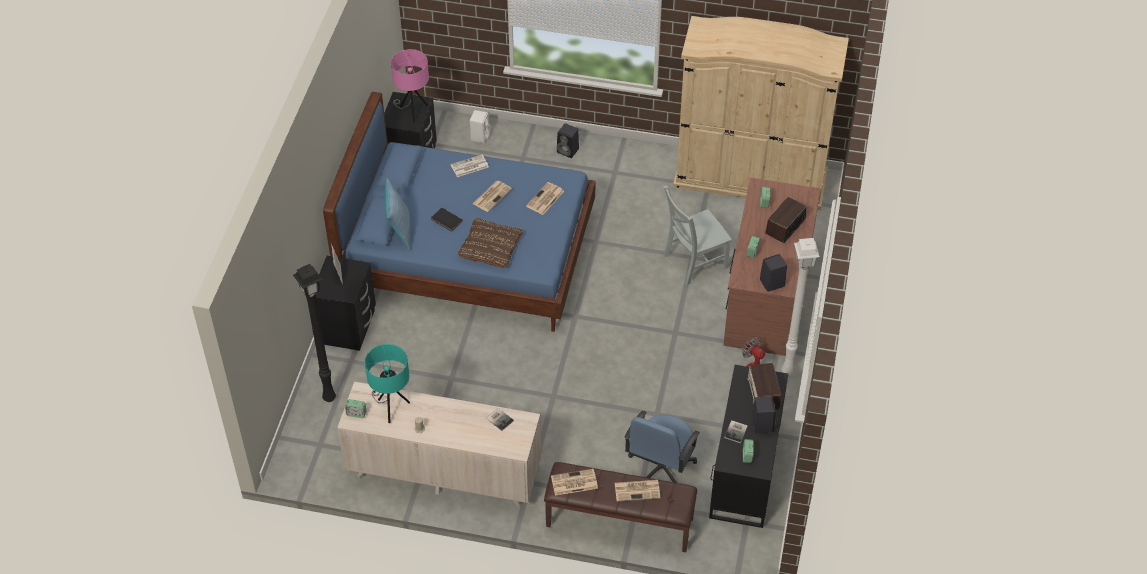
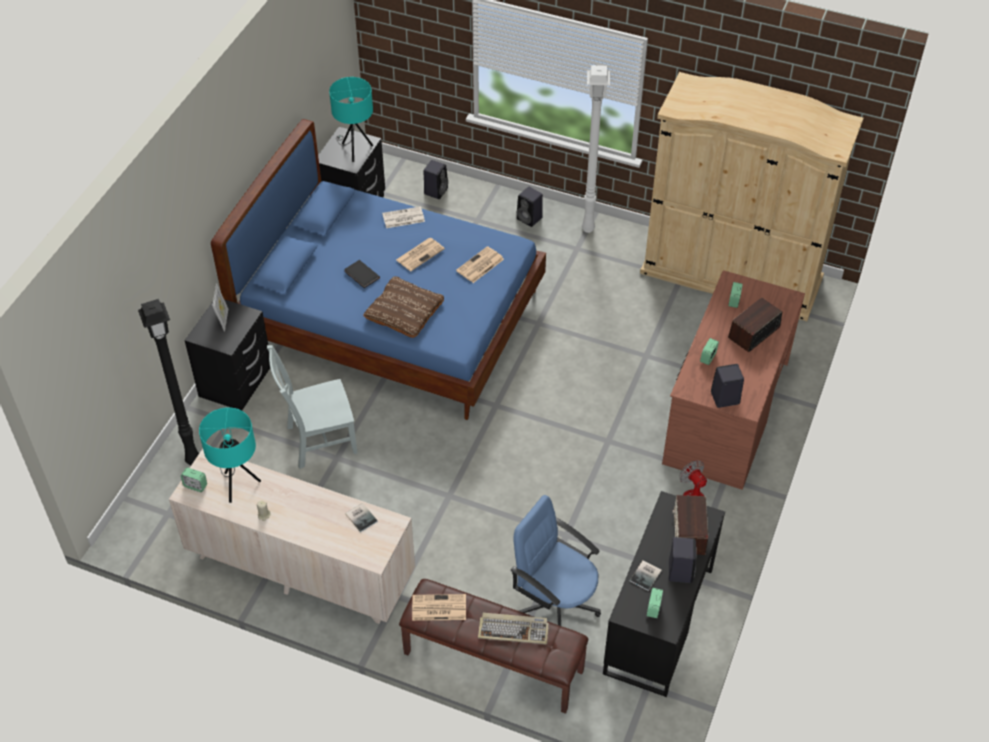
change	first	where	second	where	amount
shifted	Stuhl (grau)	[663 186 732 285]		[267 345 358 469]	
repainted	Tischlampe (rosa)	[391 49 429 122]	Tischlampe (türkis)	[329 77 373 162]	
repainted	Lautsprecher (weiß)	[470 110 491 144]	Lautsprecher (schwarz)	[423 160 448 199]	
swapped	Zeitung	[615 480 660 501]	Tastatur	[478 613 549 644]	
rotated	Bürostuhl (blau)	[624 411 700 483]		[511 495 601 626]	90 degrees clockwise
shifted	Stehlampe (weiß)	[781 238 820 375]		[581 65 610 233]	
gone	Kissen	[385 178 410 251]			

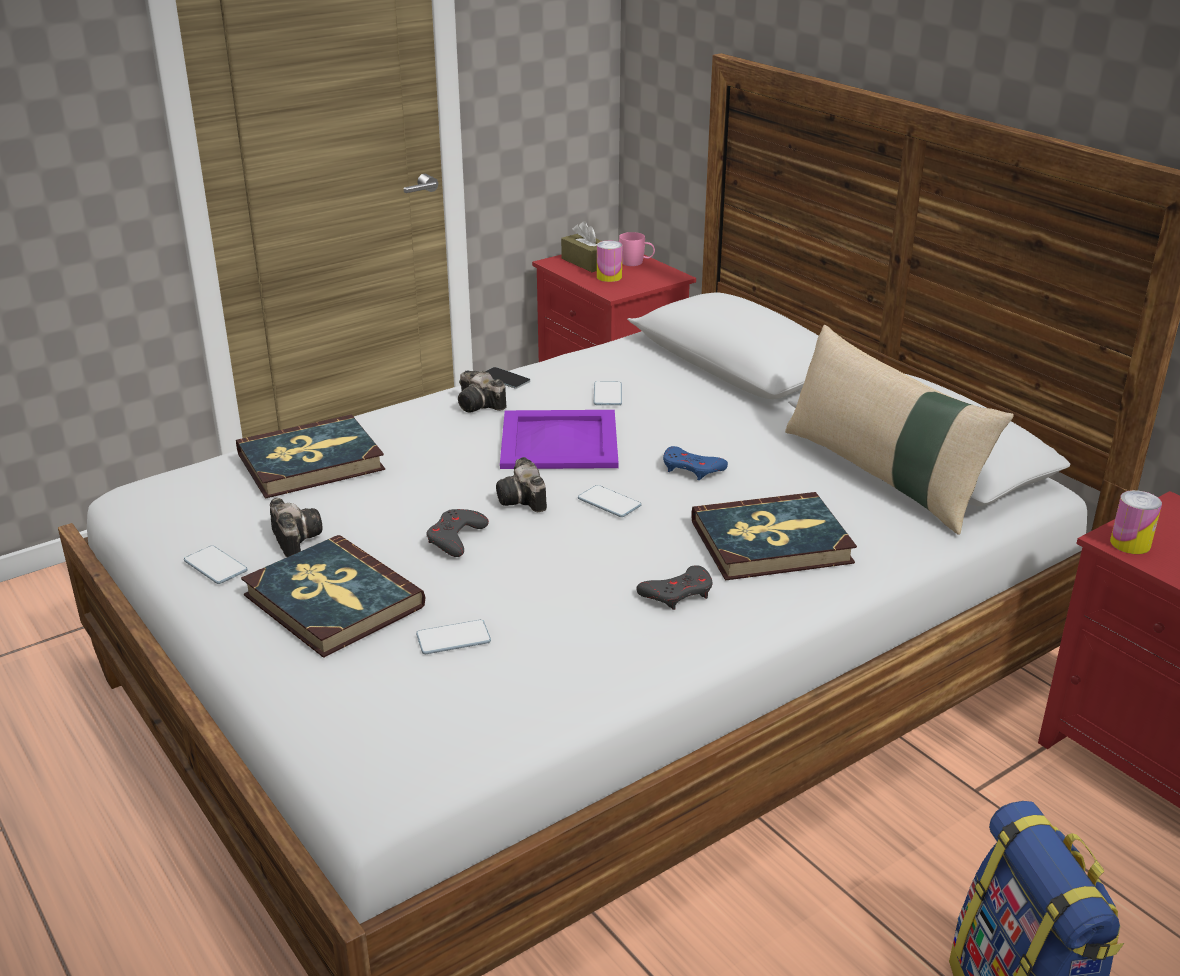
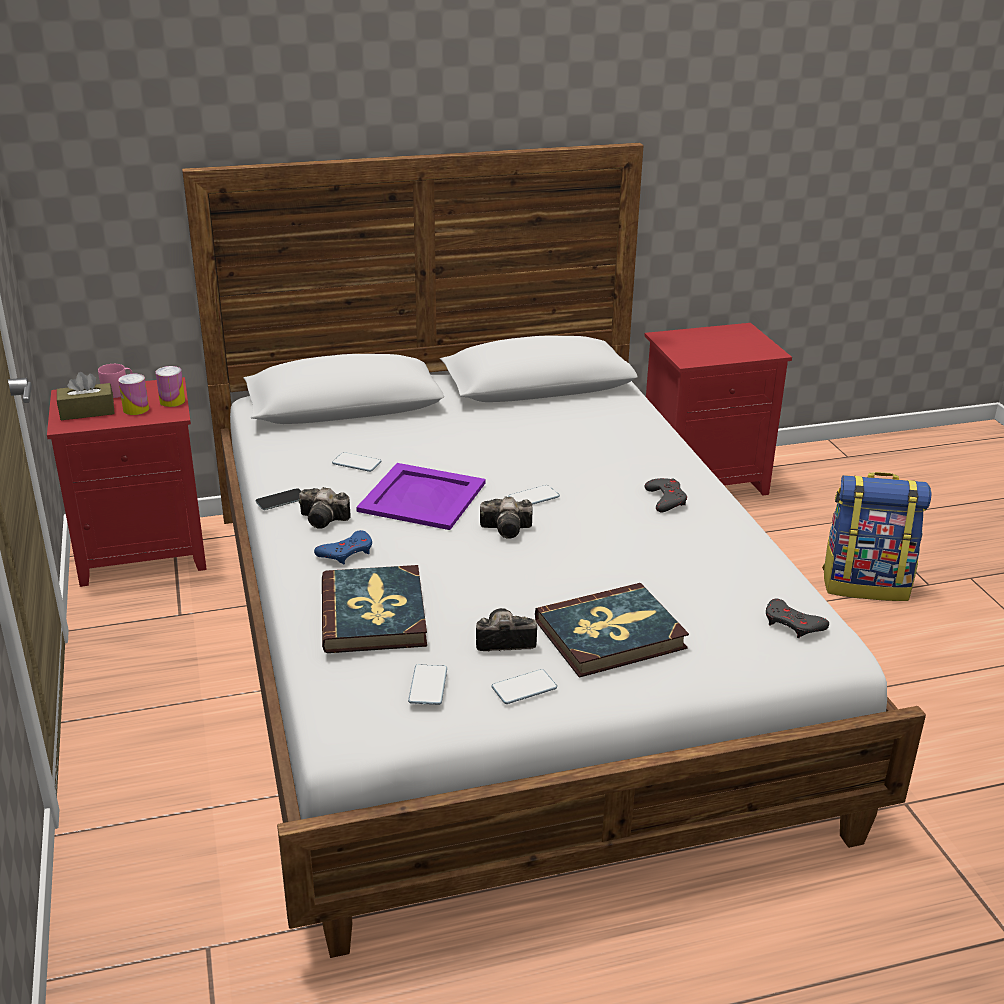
change	first	where	second	where	amount
shifted	Dose	[1110 490 1162 554]		[156 366 185 407]	
rotated	Kamera	[458 370 506 413]		[299 487 351 529]	45 degrees clockwise
shifted	Gamepad (blau)	[663 446 728 480]		[314 530 372 564]	
shifted	Handy	[416 620 491 654]		[408 664 447 705]	
shifted	Gamepad (grau)	[427 509 489 557]		[766 598 829 638]	
gone	Buch	[691 492 857 581]			
gone	Kissen (beige)	[785 325 1014 535]			

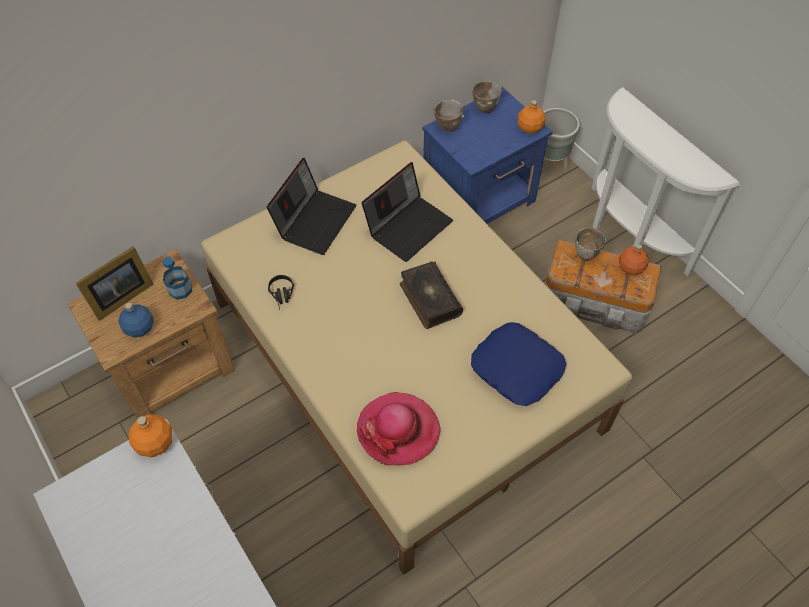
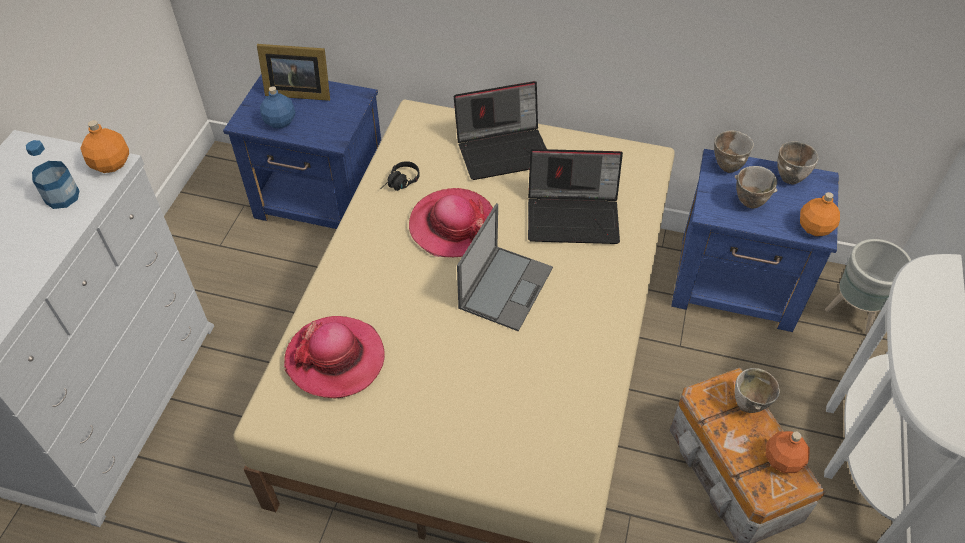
change	first	where	second	where	amount
shifted	Flasche	[163 257 192 300]		[26 140 80 209]	
repainted	Nachttisch (braun)	[67 249 235 419]	Nachttisch (blau)	[223 75 381 229]	
new			Hut	[409 188 493 257]	
swapped	Buch	[400 261 463 329]	Laptop	[457 203 553 331]	
new			Schüssel	[735 166 778 209]	
gone	Kissen (blau)	[471 322 566 406]			

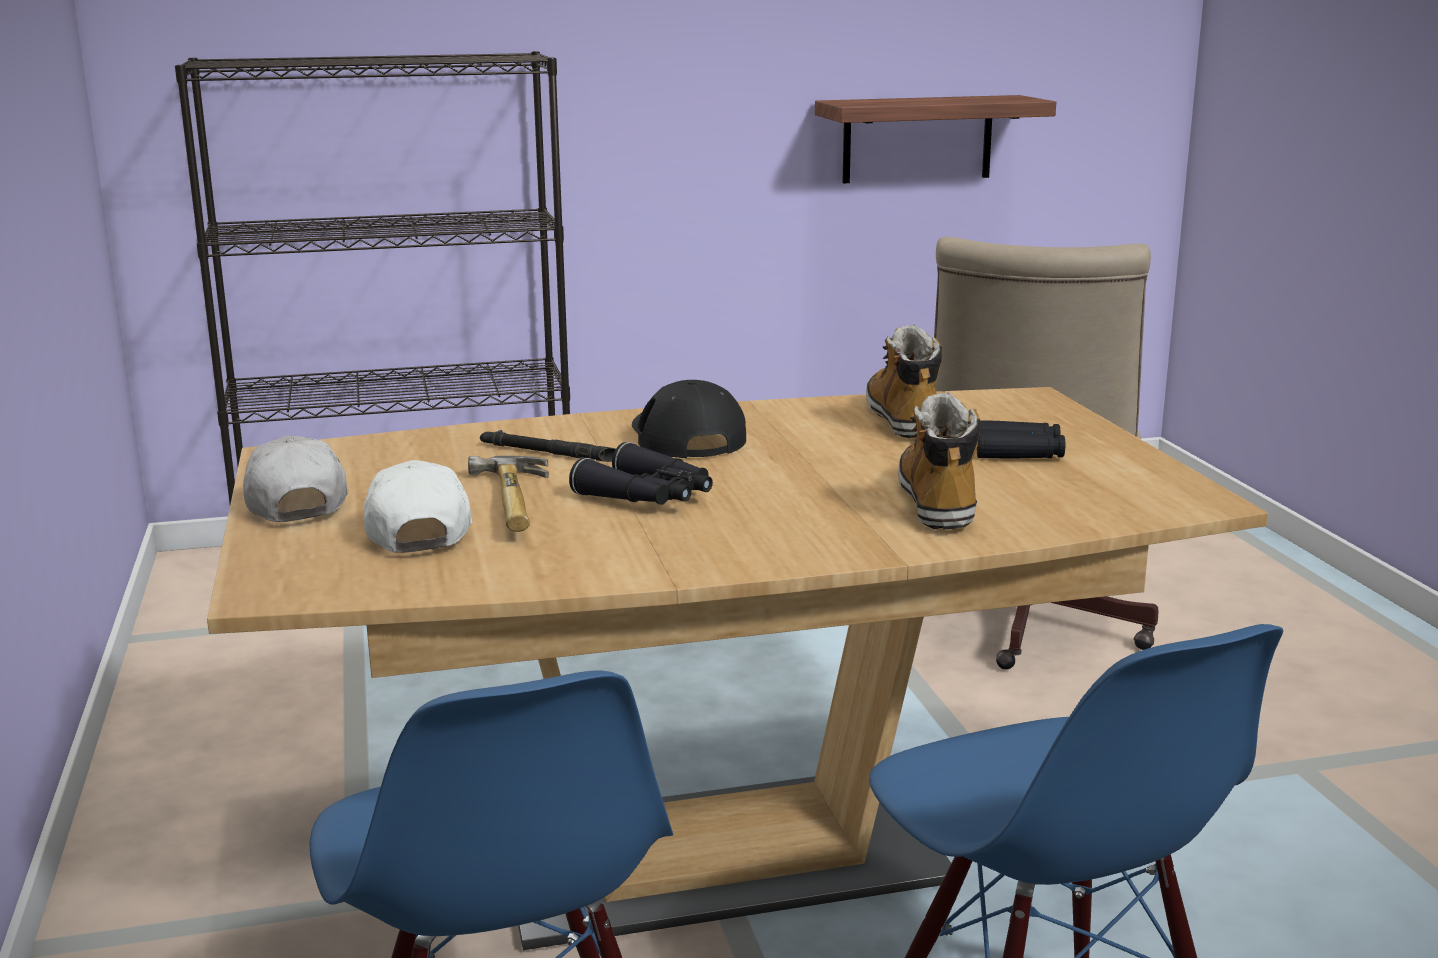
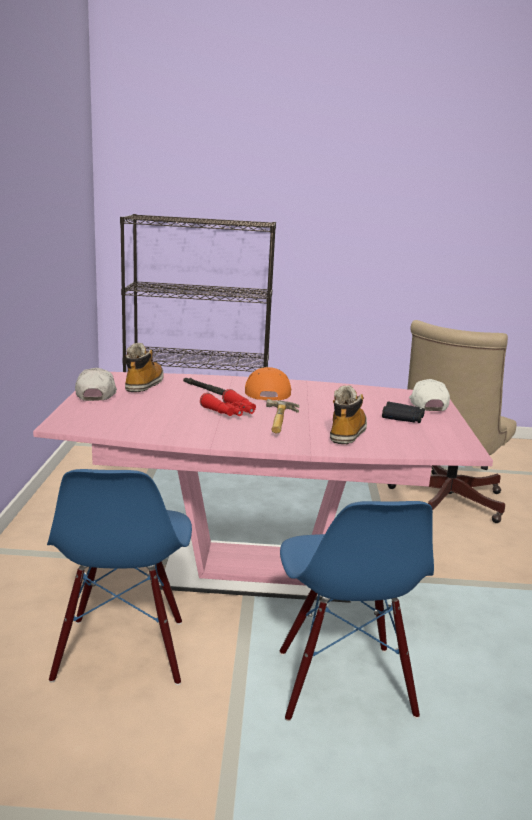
change	first	where	second	where	amount
repainted	Esstisch (braun)	[207 387 1268 950]	Esstisch (rosa)	[33 372 493 603]	
shifted	Stiefel	[866 324 942 438]		[125 343 164 392]	
repainted	Fernglas (schwarz)	[569 442 713 505]	Fernglas (rot)	[200 389 256 416]	
repainted	Kappe (schwarz)	[632 380 746 458]	Kappe (orange)	[245 367 291 400]	
shifted	Hammer	[468 455 549 532]		[266 399 299 433]	
shifted	Kappe (weiß)	[363 460 472 553]		[409 379 450 411]	
gone	Wandregal	[815 95 1056 183]			

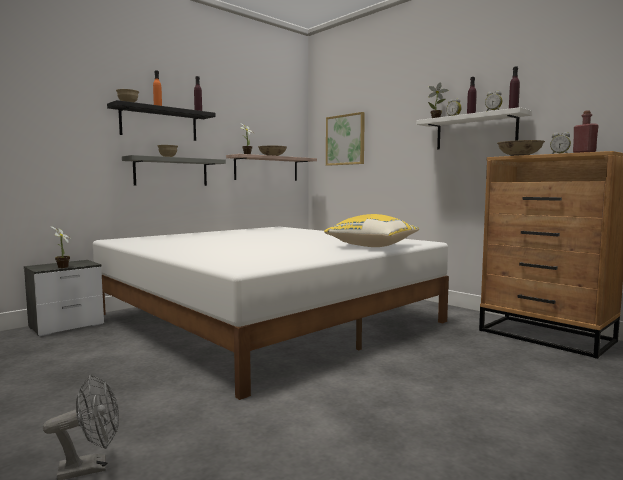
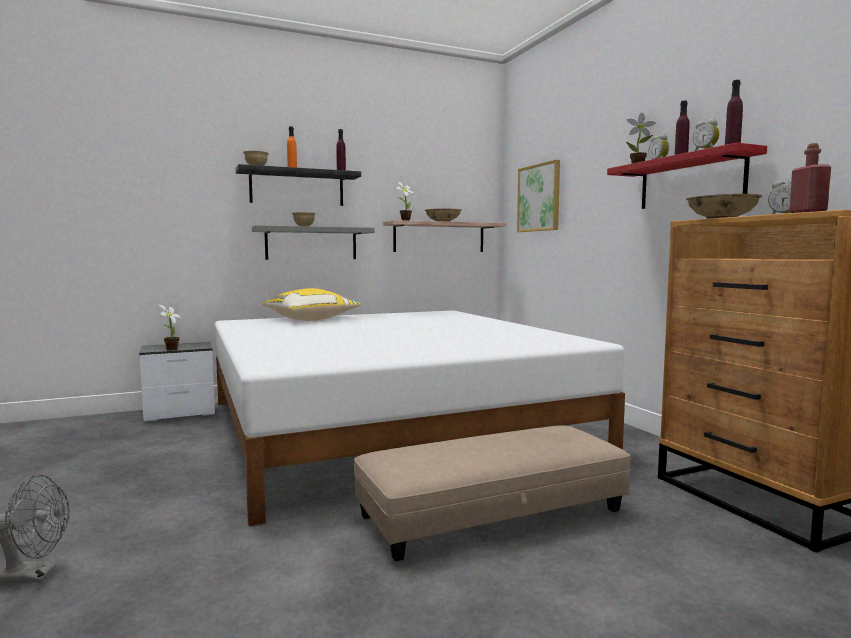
change	first	where	second	where	amount
shifted	Kissen (gelb)	[324 214 419 247]		[263 288 360 321]	
new			Polsterhocker (beige)	[354 425 631 562]	
repainted	Wandregal (weiß)	[416 107 532 149]	Wandregal (rot)	[607 143 767 209]	

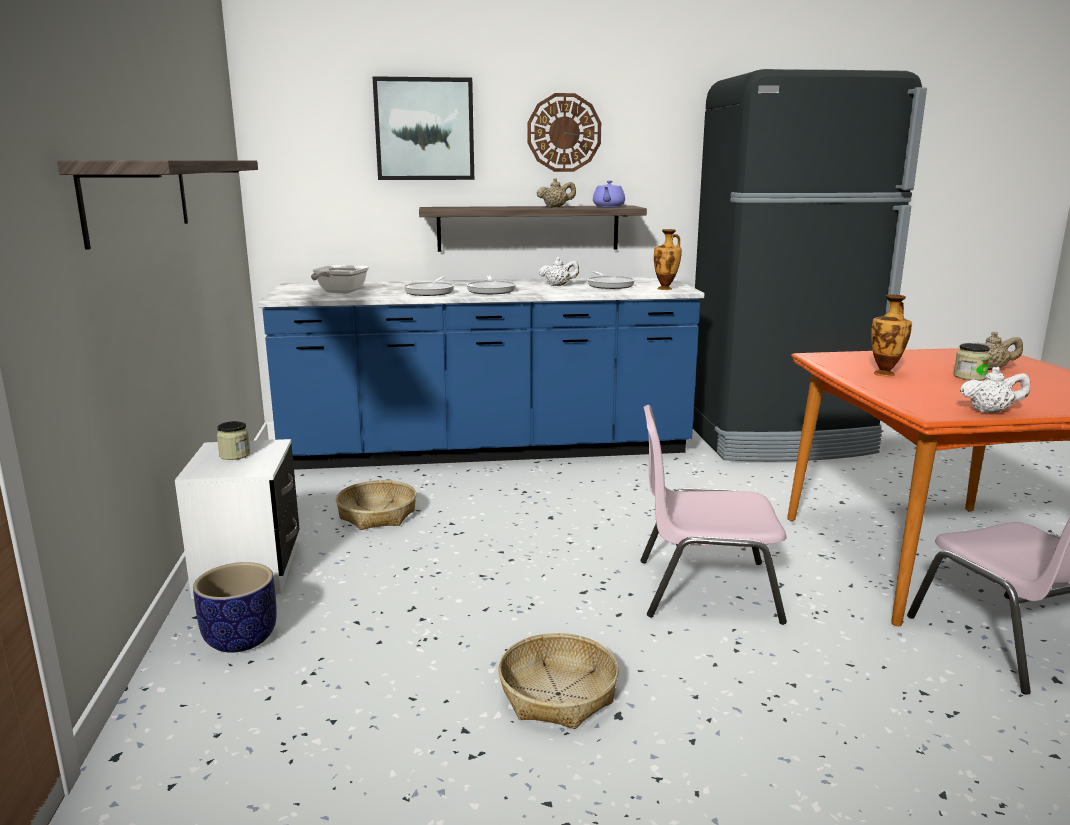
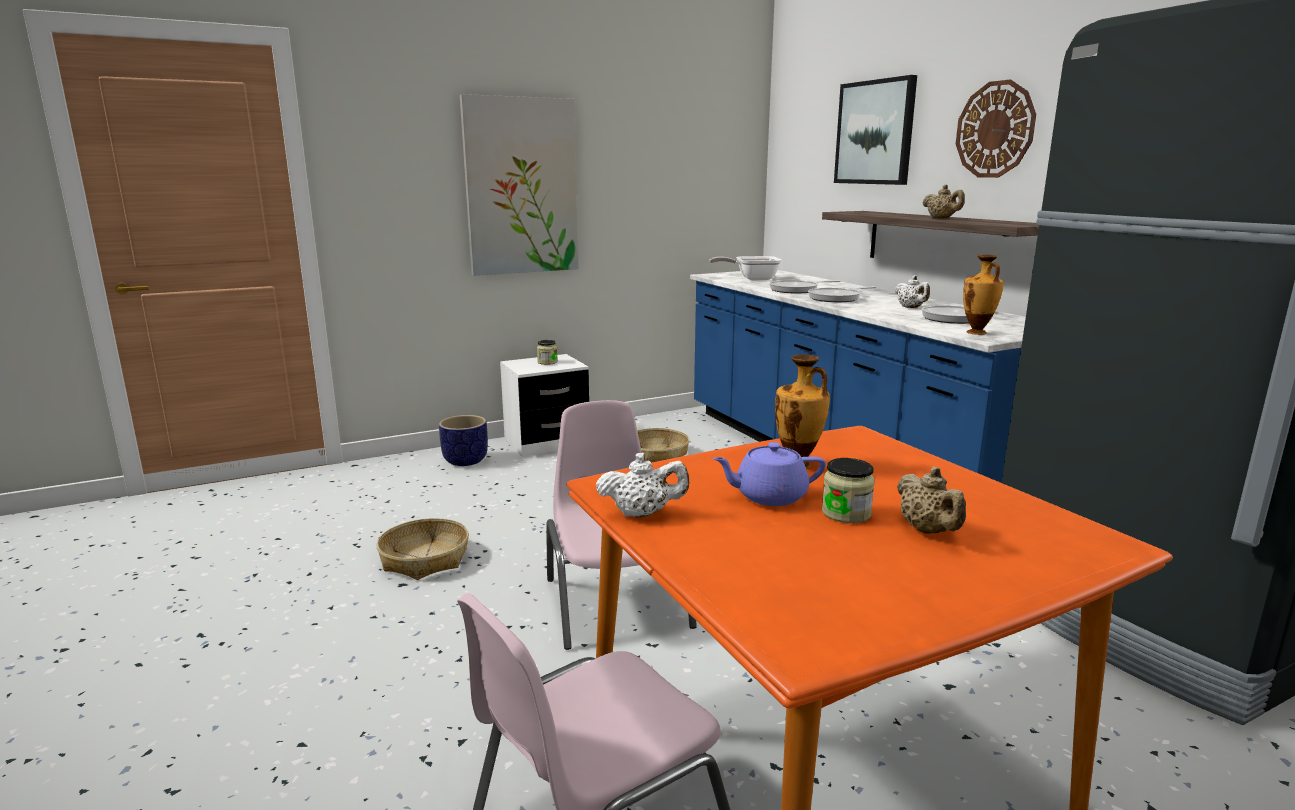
change	first	where	second	where	amount
swapped	Wandregal	[57 160 258 250]	Bild	[460 94 578 276]	
rotated	Teekanne (weiß)	[960 367 1030 413]		[596 453 689 517]	75 degrees counterclockwise
shifted	Teekanne (lila)	[593 180 625 207]		[713 442 826 506]	

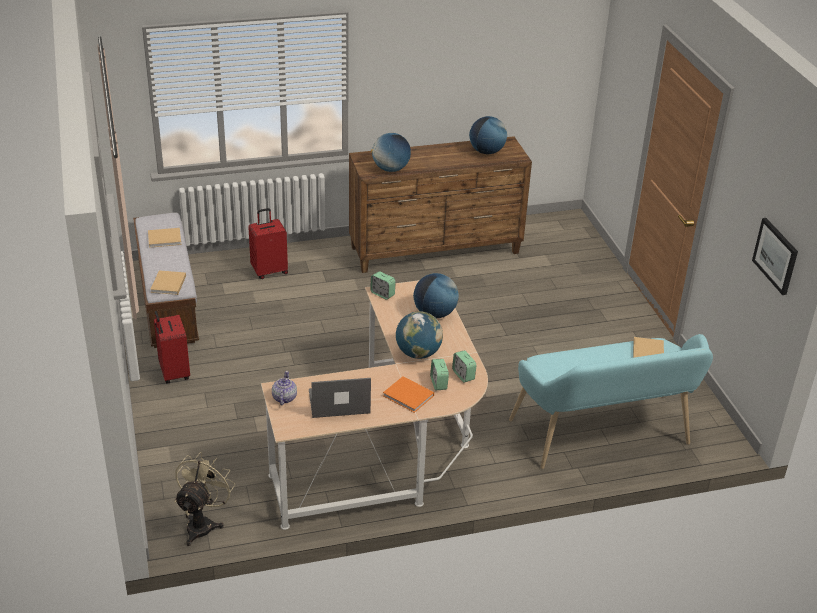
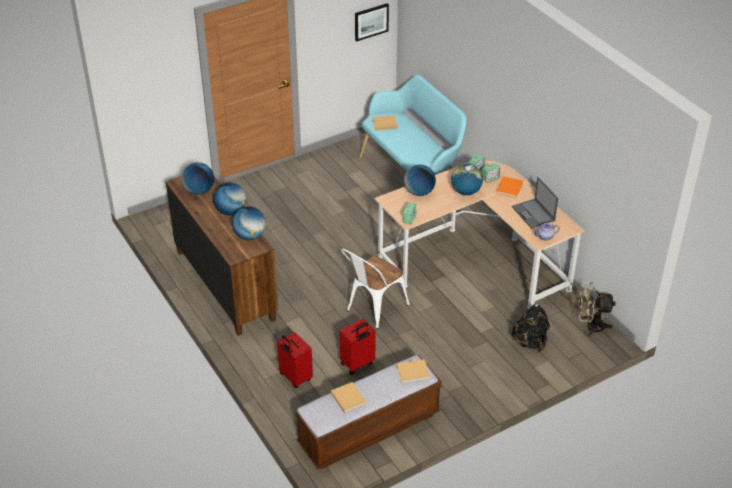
change	first	where	second	where	amount
new			Globus	[213 182 246 215]	
shifted	Koffer (rot)	[154 311 190 384]		[340 319 376 375]	
new			Stuhl (weiß)	[341 249 410 329]	
new			Rucksack (schwarz)	[512 304 550 351]	

